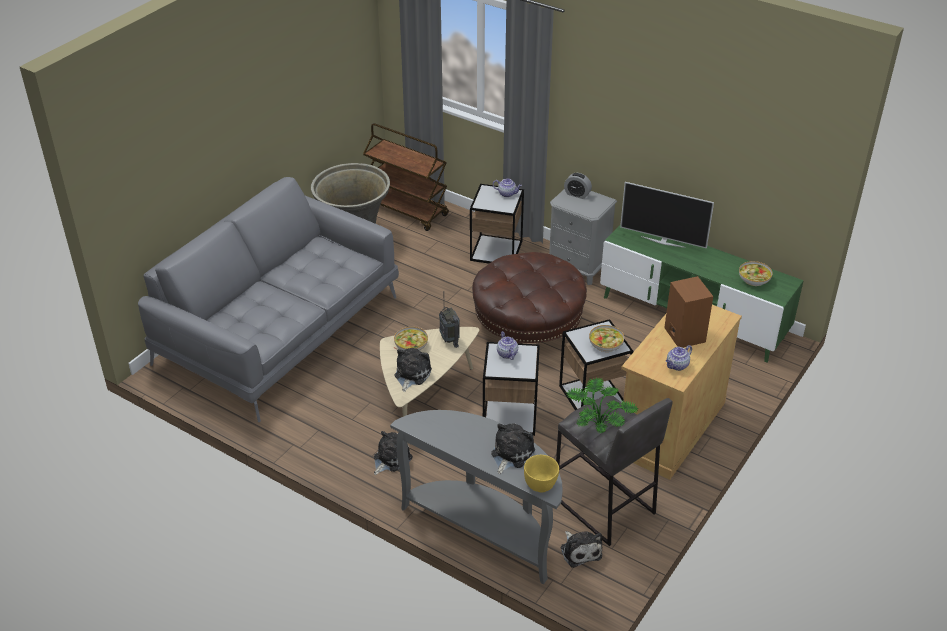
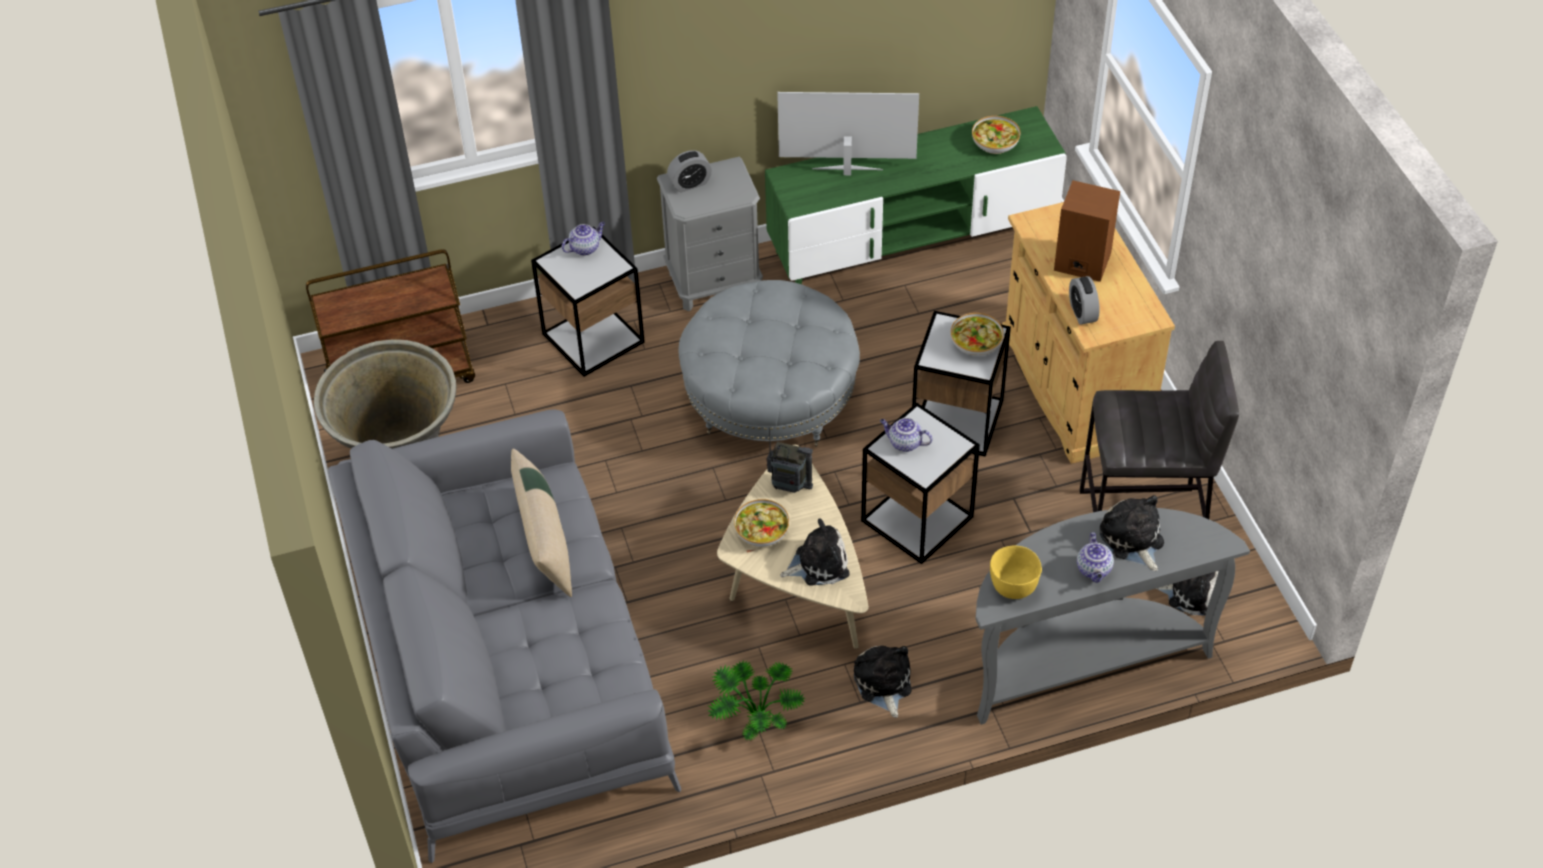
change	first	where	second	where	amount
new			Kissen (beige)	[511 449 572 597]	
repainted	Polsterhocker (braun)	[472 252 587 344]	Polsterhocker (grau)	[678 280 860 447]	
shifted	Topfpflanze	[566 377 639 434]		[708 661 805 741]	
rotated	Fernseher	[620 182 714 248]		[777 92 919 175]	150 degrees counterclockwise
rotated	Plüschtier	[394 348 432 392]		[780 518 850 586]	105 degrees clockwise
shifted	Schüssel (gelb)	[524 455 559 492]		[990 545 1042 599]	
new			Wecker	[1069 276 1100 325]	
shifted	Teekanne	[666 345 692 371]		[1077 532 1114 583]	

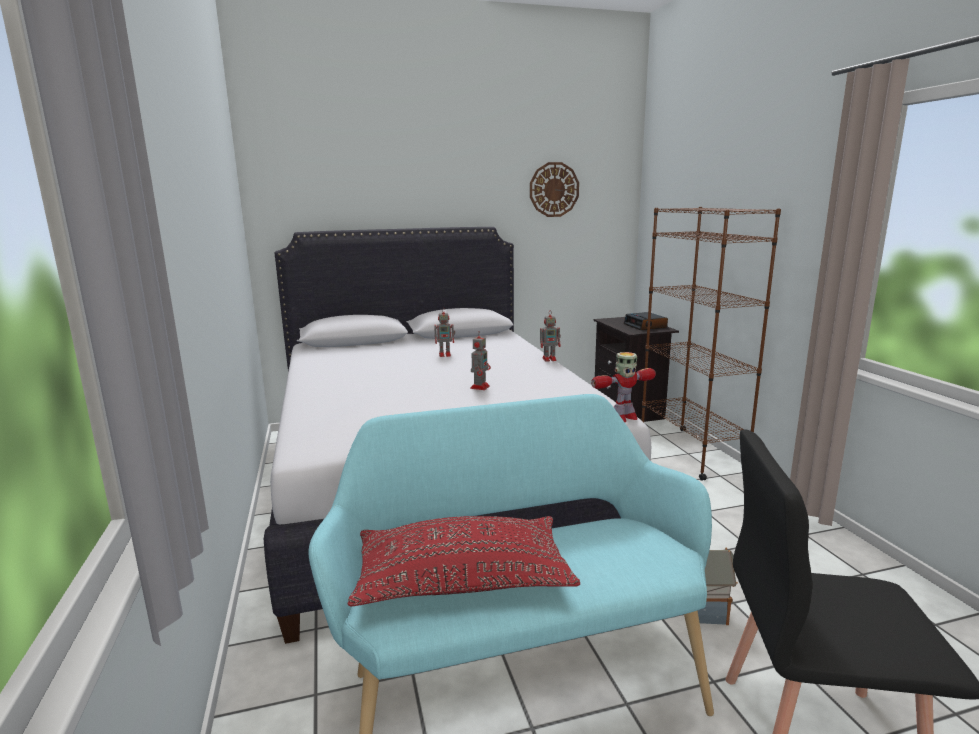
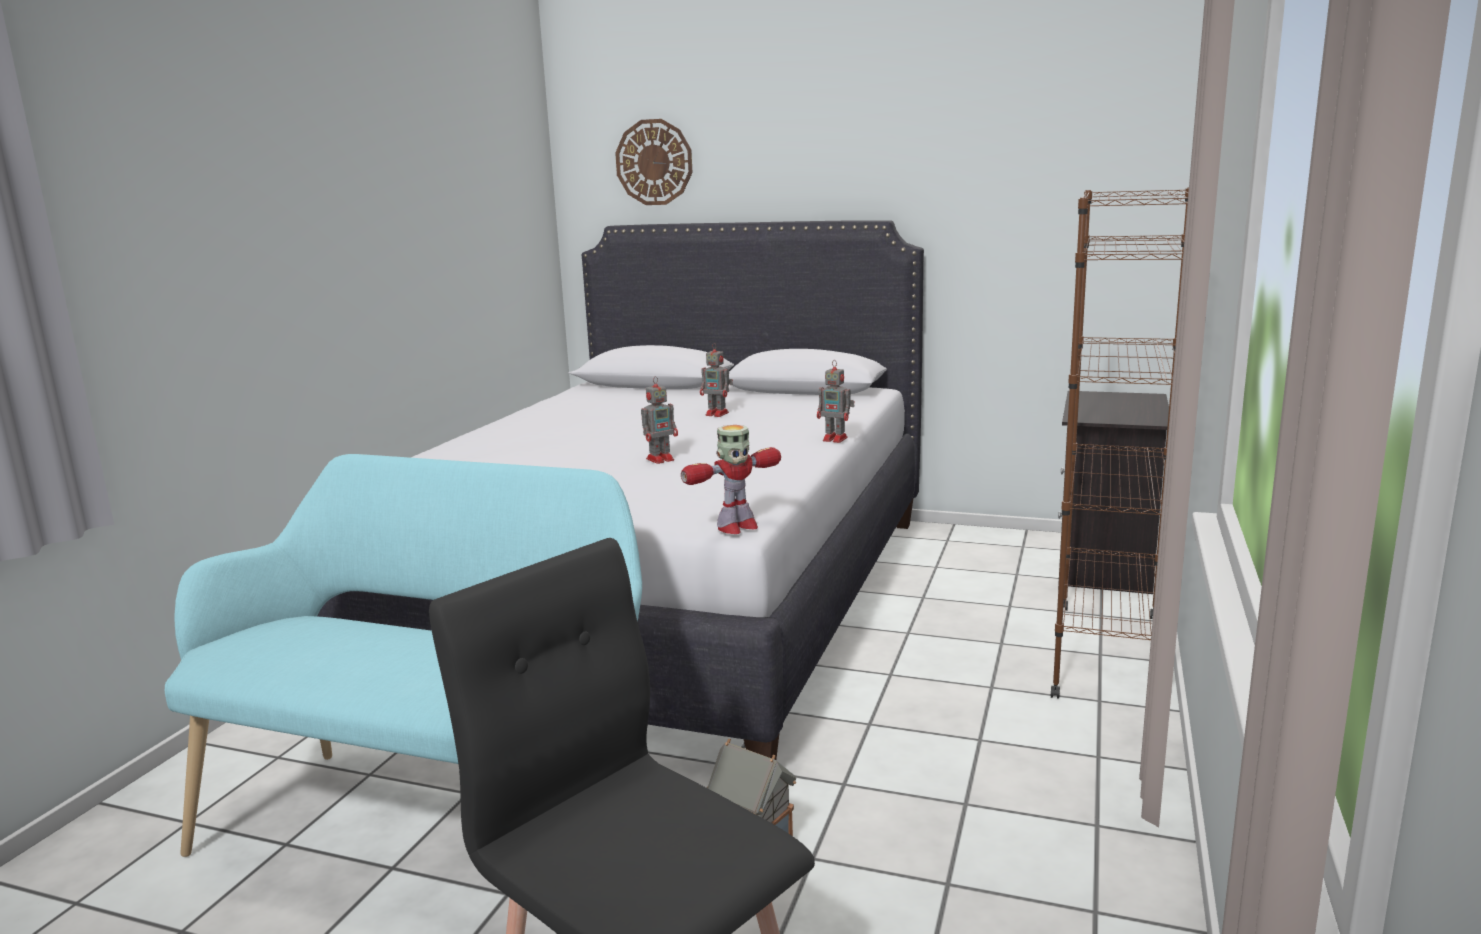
change	first	where	second	where	amount
shifted	Wanduhr	[530 162 579 217]		[615 119 693 205]	
rotated	Spielzeugroboter	[591 352 656 422]		[681 425 781 534]	45 degrees counterclockwise
gone	Kissen (rot)	[348 516 580 606]			
gone	Wecker	[624 312 668 330]			

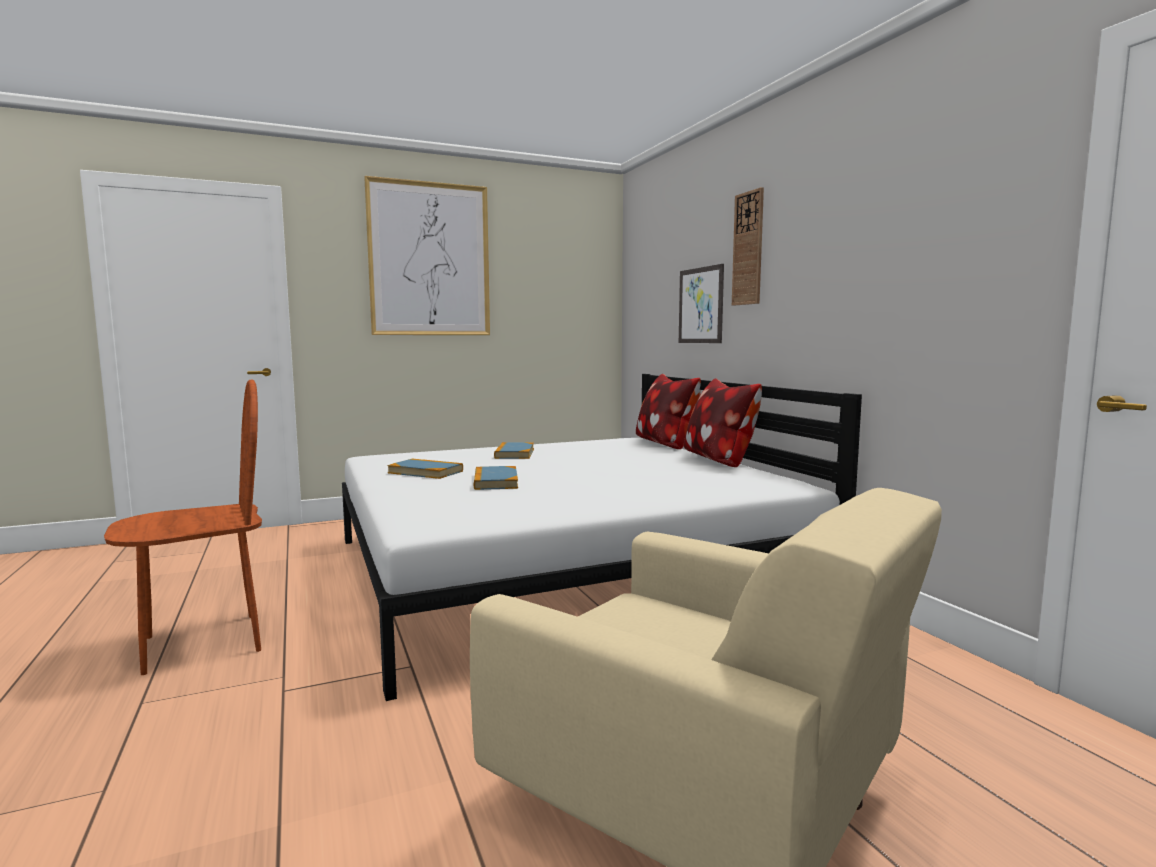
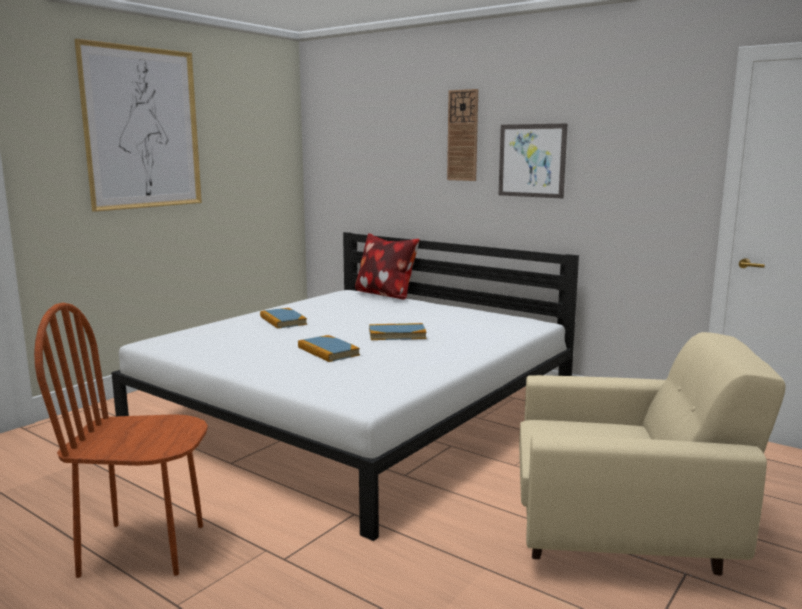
change	first	where	second	where	amount
rotated	Stuhl (braun)	[104 379 262 675]		[34 303 208 578]	120 degrees counterclockwise
shifted	Buch	[387 459 463 479]		[369 323 427 340]	
shifted	Bild	[679 264 724 343]		[499 124 567 198]	
gone	Kissen	[684 378 762 467]			

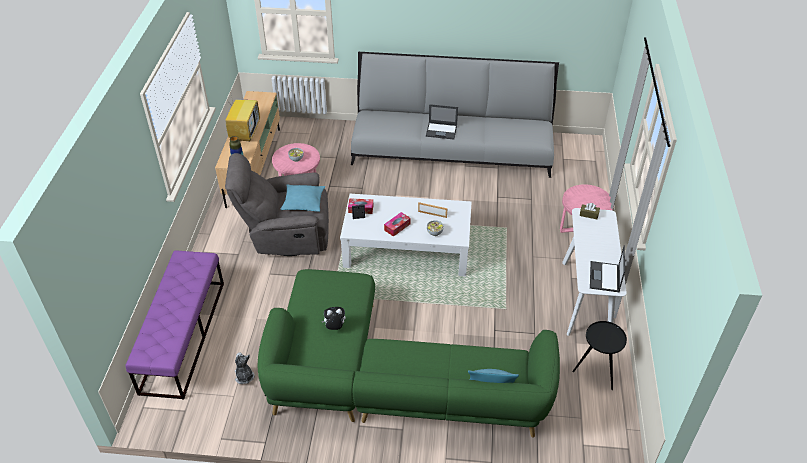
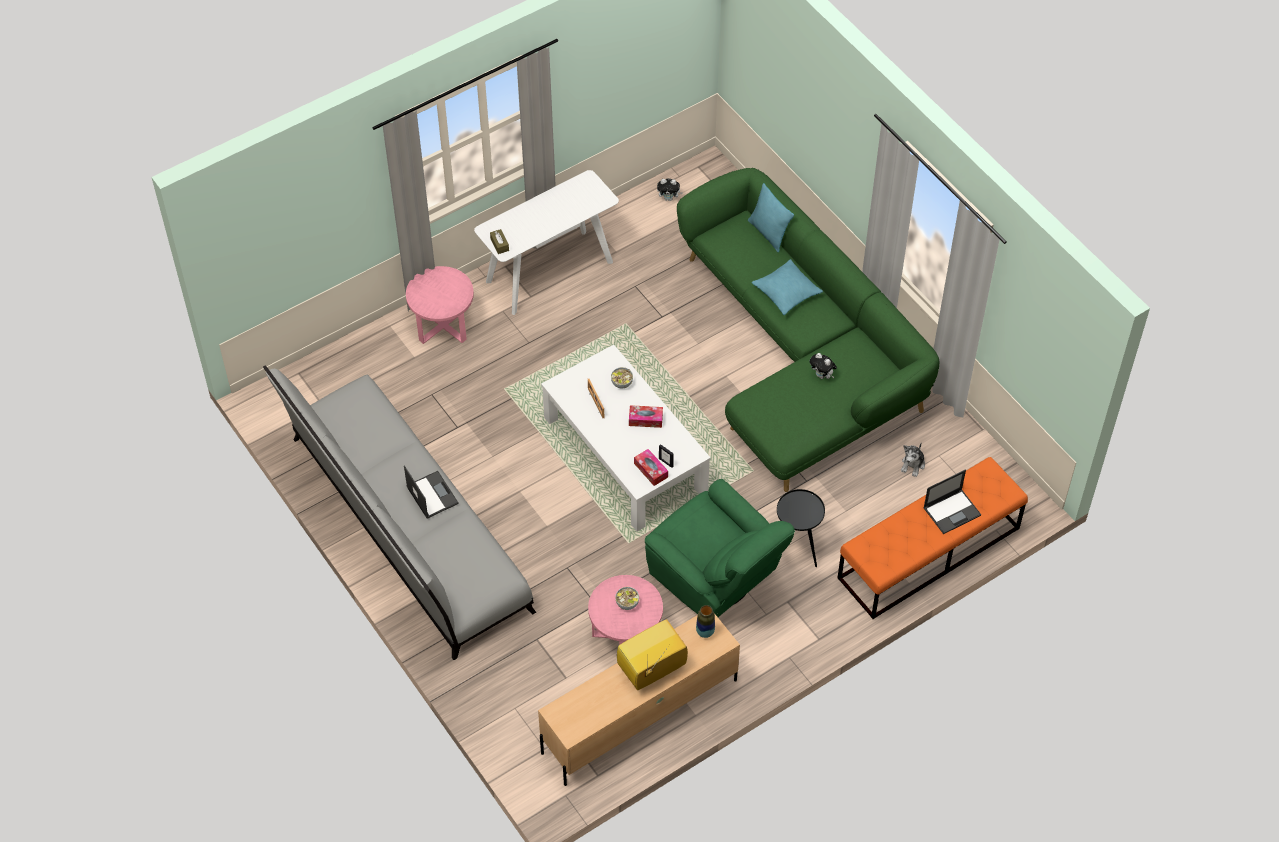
change	first	where	second	where	amount
repainted	Sessel (grau)	[225 153 329 256]	Sessel (grün)	[645 479 795 617]	
new			Plüschtier	[657 179 683 201]	
shifted	Kissen (türkis)	[280 184 325 212]		[752 259 823 315]	
shifted	Beistelltisch (schwarz)	[572 321 627 390]		[777 489 825 567]	
repainted	Bank (lila)	[125 250 224 399]	Bank (orange)	[838 457 1028 619]	
shifted	Laptop	[590 246 625 293]		[923 470 981 534]	

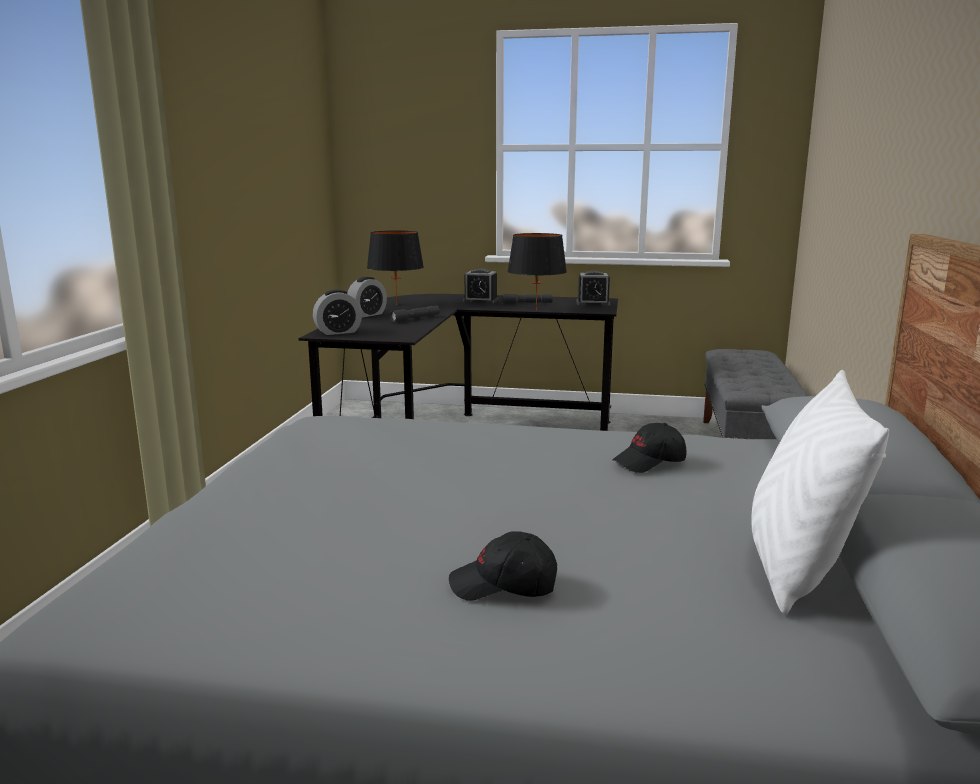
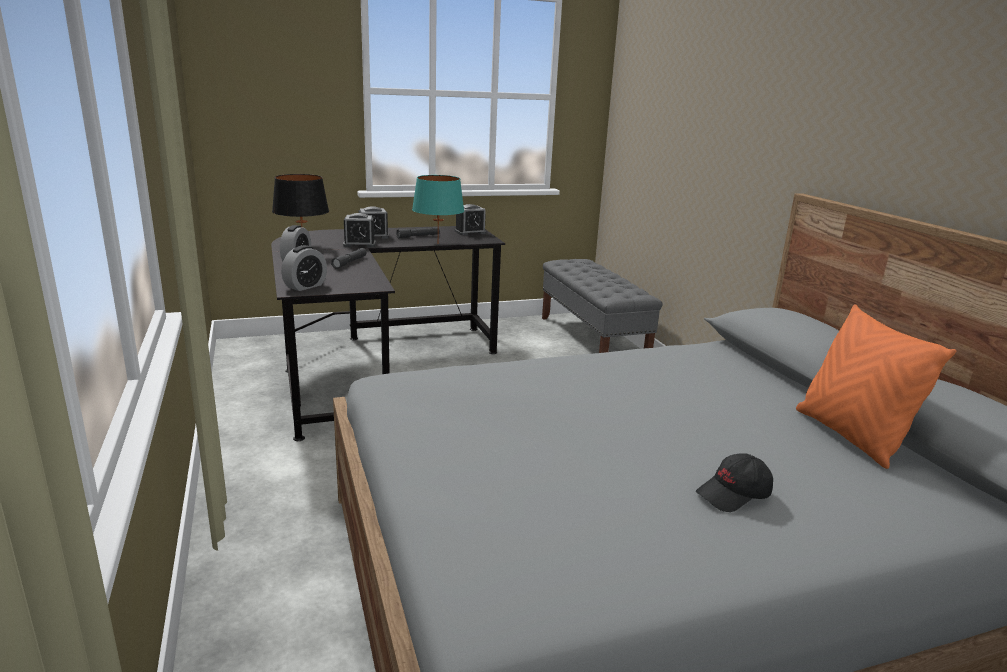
change	first	where	second	where	amount
new			Wecker	[343 213 376 247]	
repainted	Tischlampe (schwarz)	[507 233 567 310]	Tischlampe (türkis)	[412 175 464 239]	
repainted	Kissen (weiß)	[752 370 889 614]	Kissen (orange)	[796 304 956 469]	
gone	Kappe (schwarz)	[613 423 686 473]			

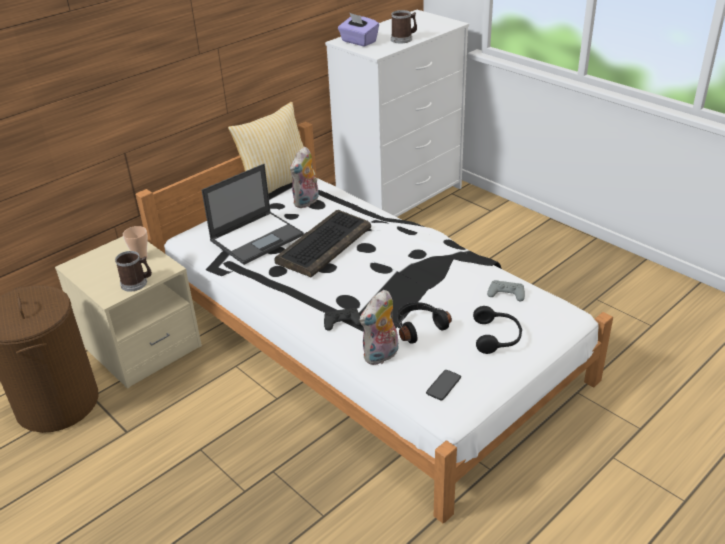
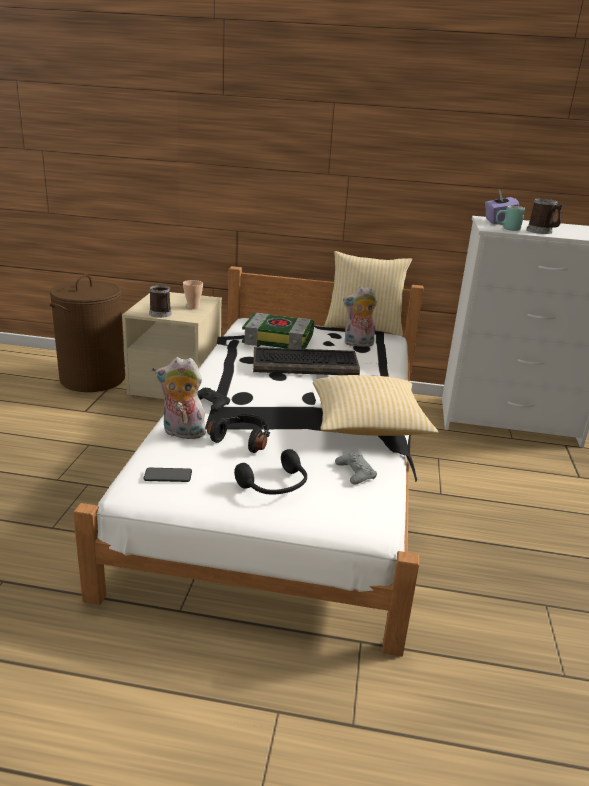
change	first	where	second	where	amount
swapped	Laptop	[202 164 304 265]	Buch	[242 313 314 349]	
new			Kissen	[313 375 438 436]	
new			Henkelbecher (türkis)	[496 206 525 231]	

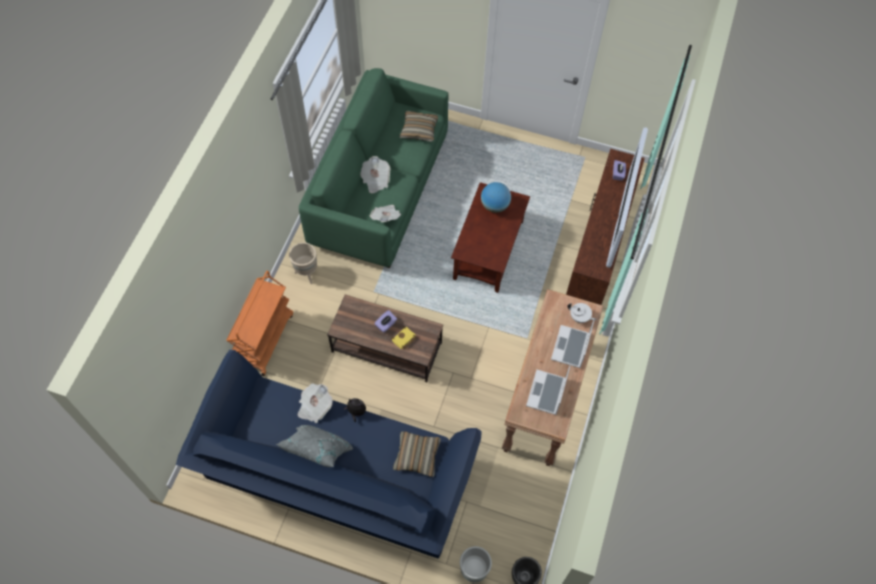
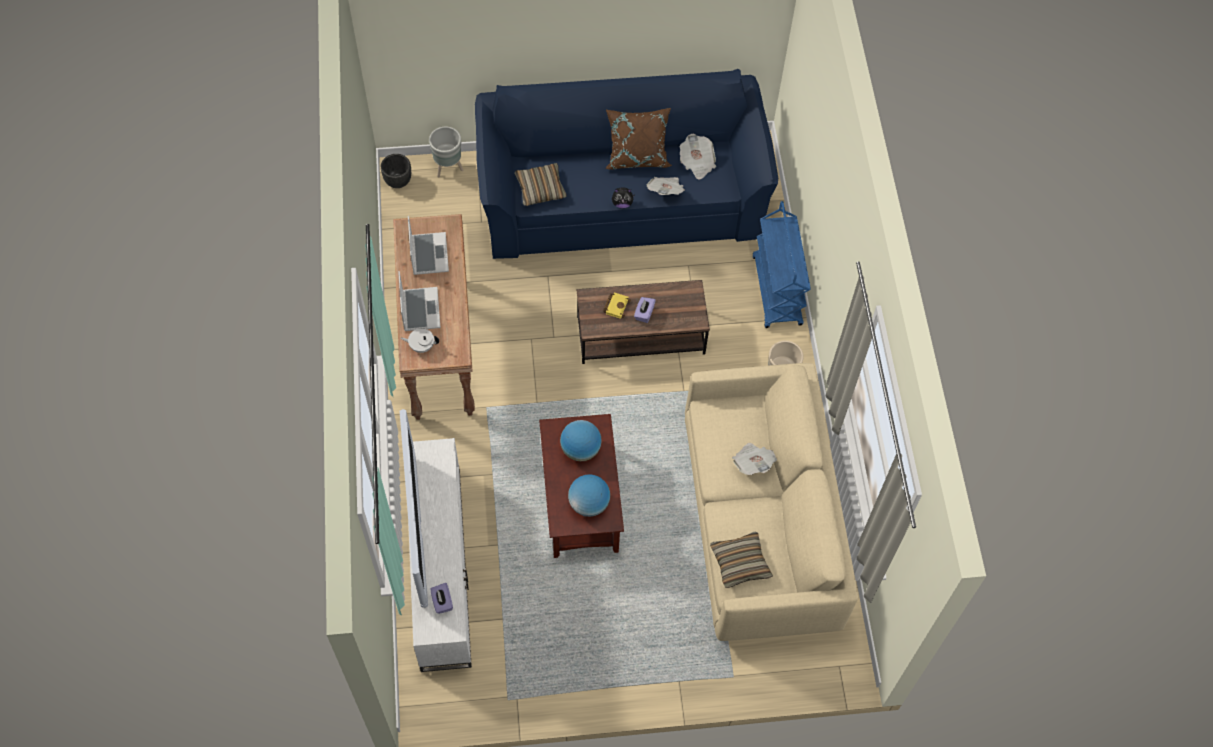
change	first	where	second	where	amount
repainted	Fernsehschrank (braun)	[566 149 645 305]	Fernsehschrank (weiß)	[408 438 472 672]	
new			Globus	[560 420 602 461]	
repainted	Kissen (grau)	[276 425 354 467]	Kissen (braun)	[605 108 673 170]	
shifted	Zeitung	[370 205 401 222]		[680 133 716 180]	
repainted	Sofa (grün)	[299 68 448 268]	Sofa (beige)	[685 363 858 641]	
repainted	Rollwagen (orange)	[226 271 293 376]	Rollwagen (blau)	[752 201 811 328]	

